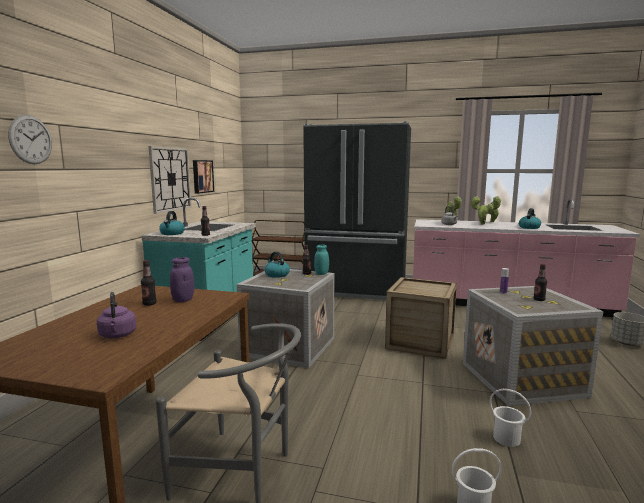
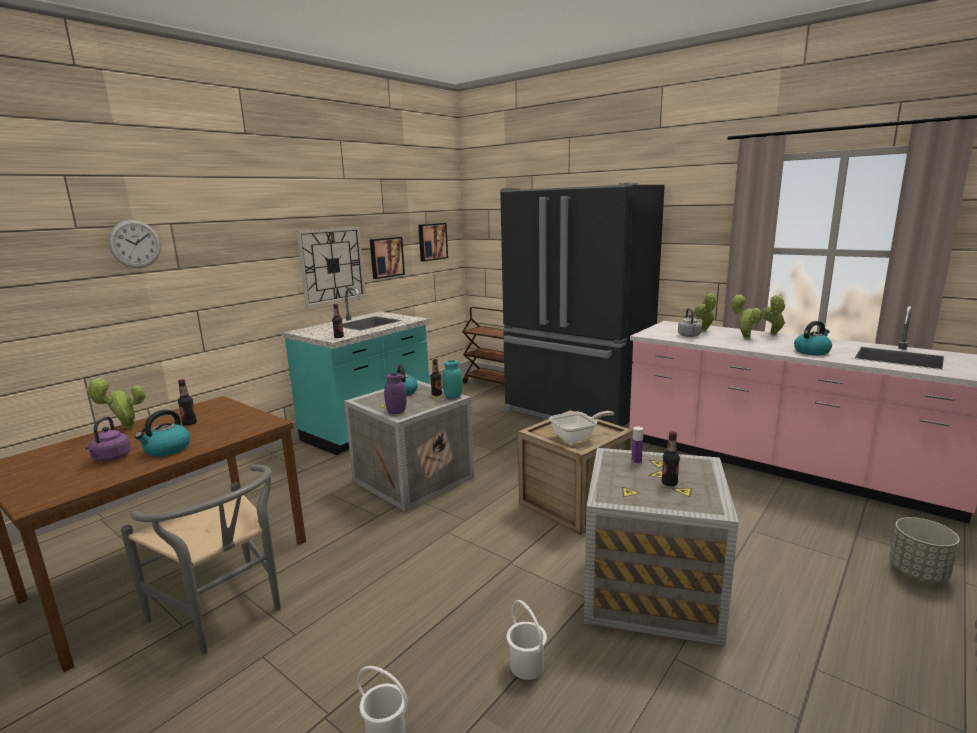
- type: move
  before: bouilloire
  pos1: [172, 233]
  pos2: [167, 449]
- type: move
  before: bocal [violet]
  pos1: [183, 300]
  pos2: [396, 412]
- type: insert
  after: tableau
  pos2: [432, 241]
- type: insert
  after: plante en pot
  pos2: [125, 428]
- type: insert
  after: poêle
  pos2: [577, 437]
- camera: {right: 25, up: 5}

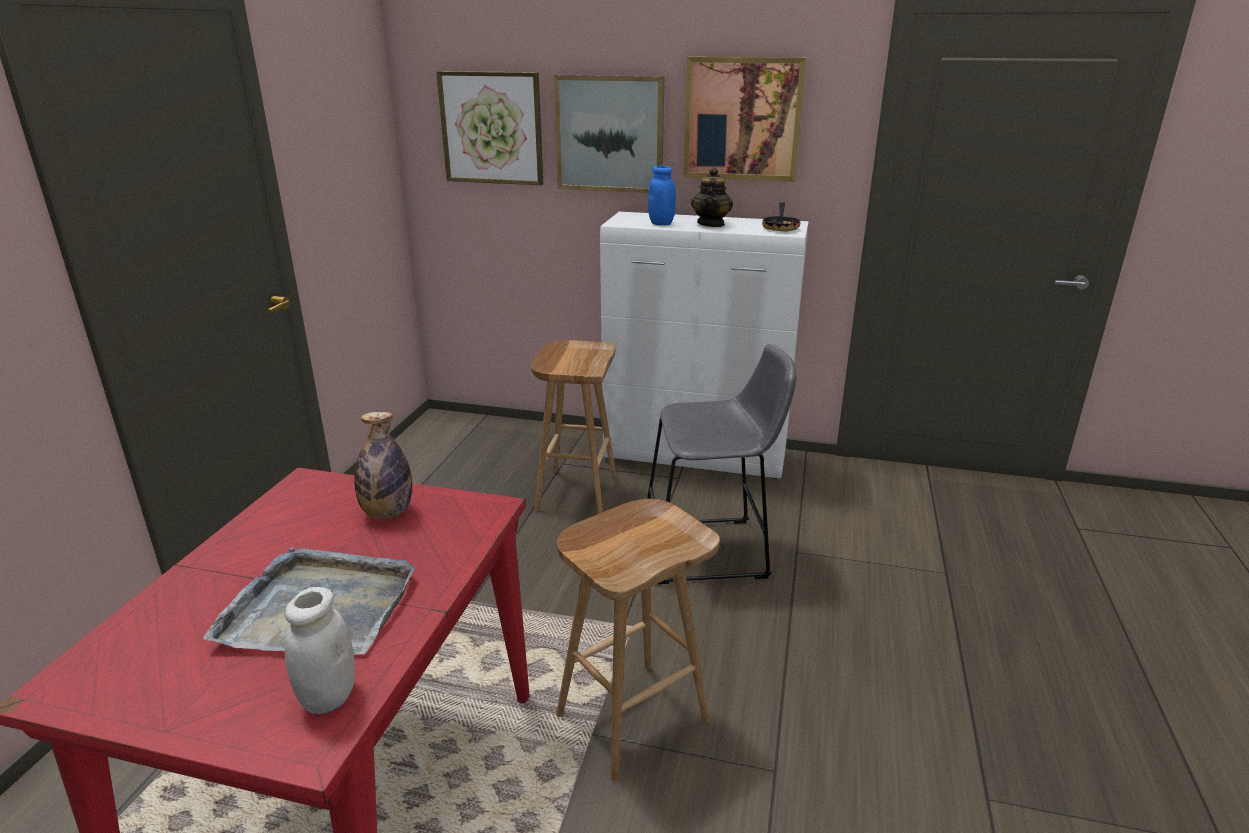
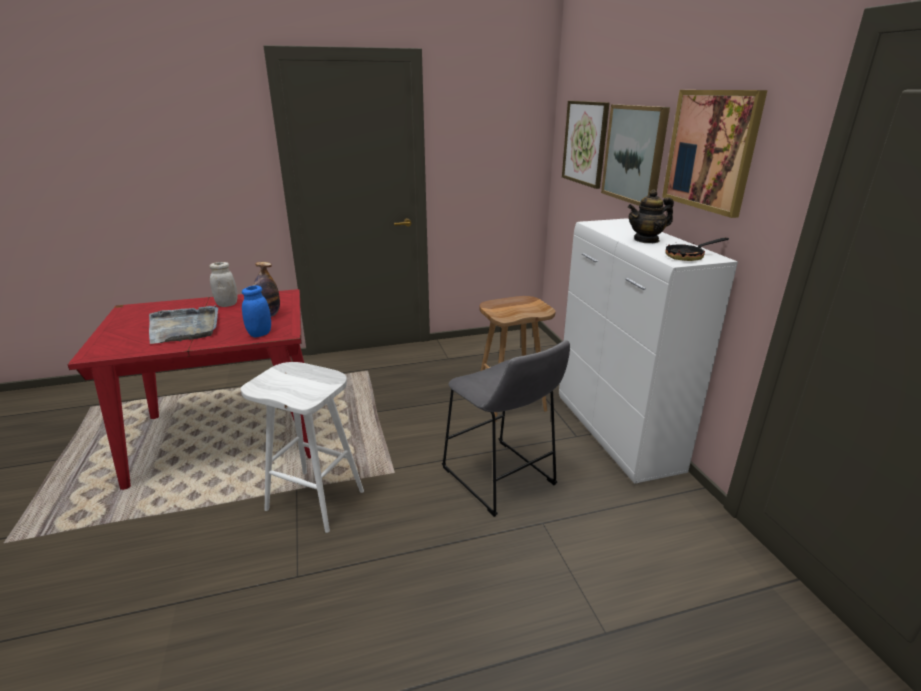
- type: move
  before: bocal [bleu]
  pos1: [661, 223]
  pos2: [260, 334]
- type: recolor
  before: tabouret [marron]
  after: tabouret [blanc]
  pos1: [633, 716]
  pos2: [317, 500]
- type: move
  before: bocal [blanc]
  pos1: [328, 697]
  pos2: [227, 304]
- camera: {right: 60, up: 0}

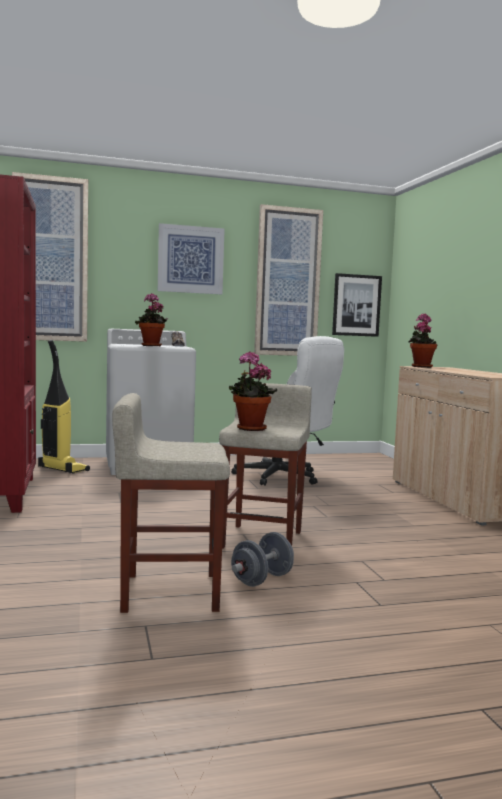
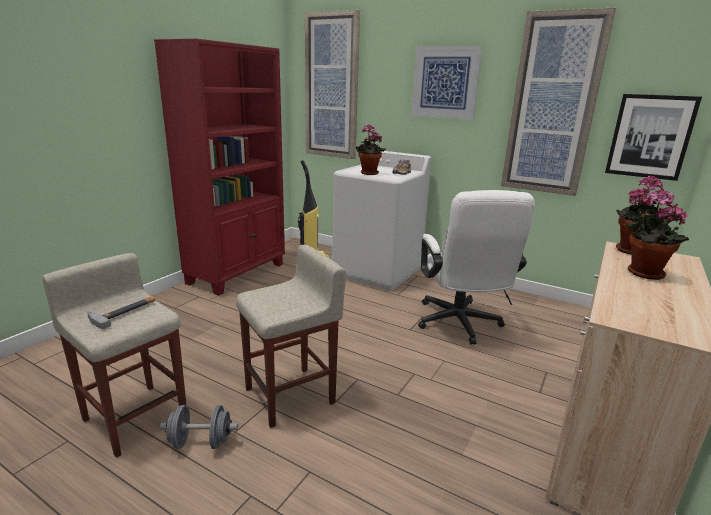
- type: move
  before: plante en pot
  pos1: [249, 429]
  pos2: [642, 273]
- type: insert
  after: marteau
  pos2: [124, 312]
- camera: {right: 45, up: 15}

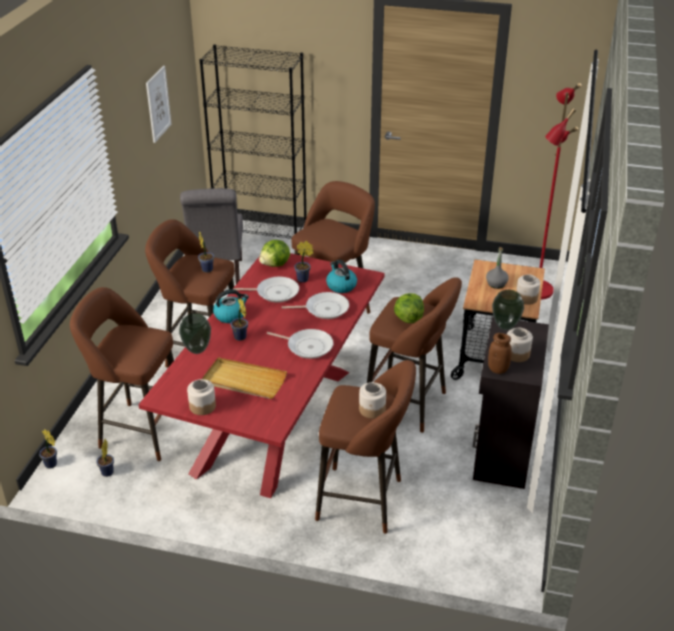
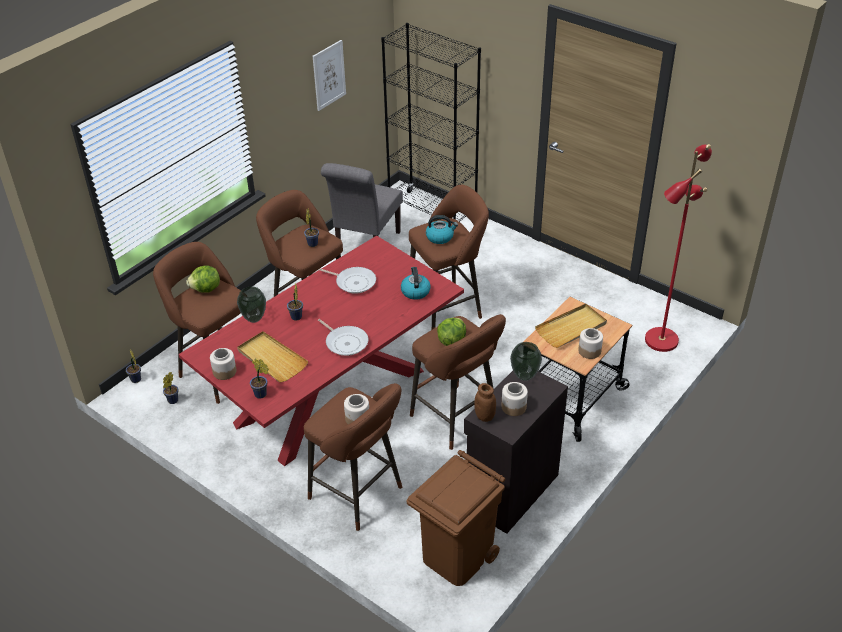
- type: move
  before: laitue
  pos1: [275, 265]
  pos2: [206, 289]
- type: move
  before: plante en pot
  pos1: [304, 279]
  pos2: [262, 395]
- type: replace
  before: bouteille [gris]
  after: plateau [beige]
  pos1: [496, 284]
  pos2: [571, 328]
- type: move
  before: bouilloire
  pos1: [230, 315]
  pos2: [440, 237]
- type: delete
  before: poêle
  pos1: [324, 309]
- type: insert
  after: poubelle [marron]
  pos2: [457, 557]
- camera: {right: 25, up: 5}

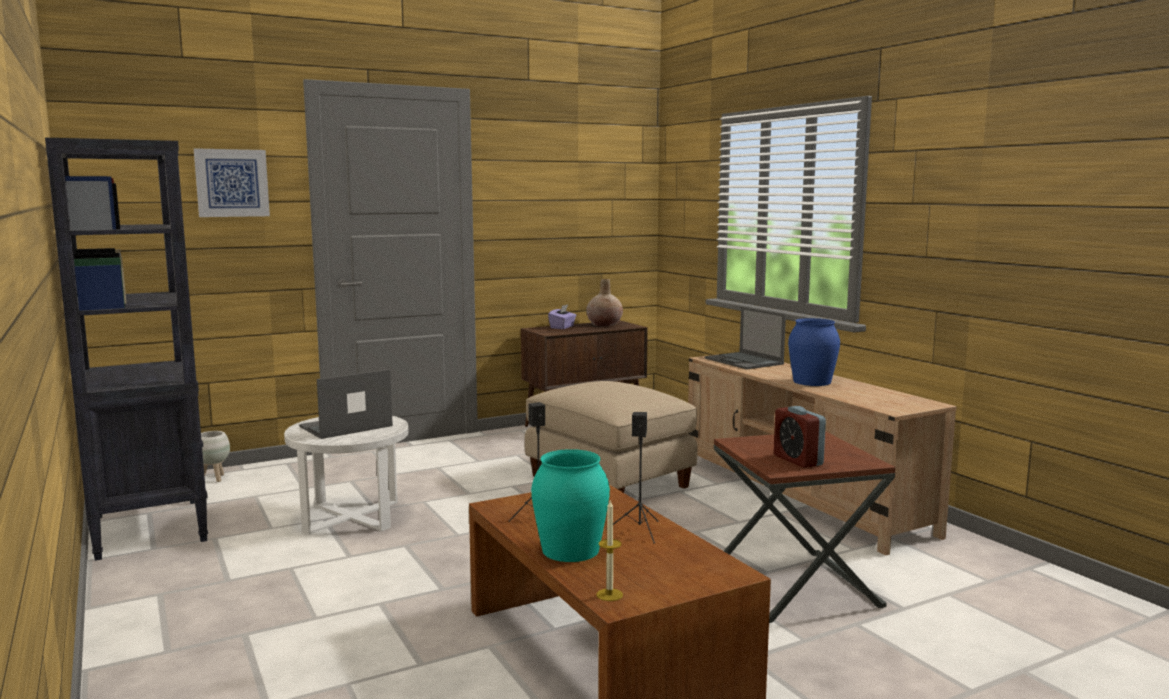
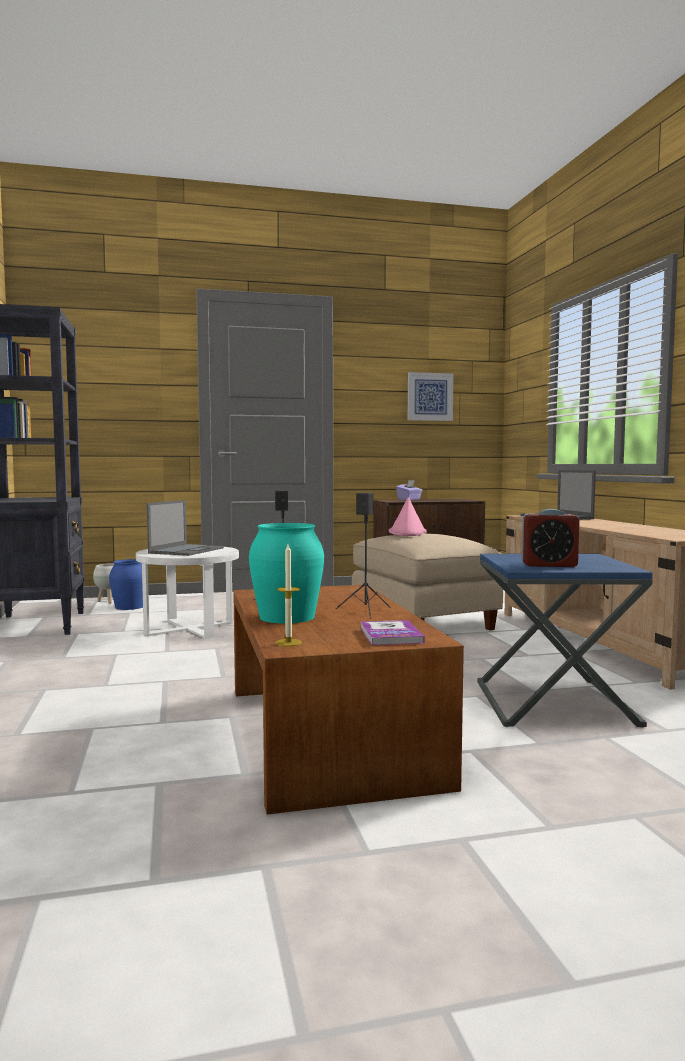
- type: move
  before: tableau
  pos1: [232, 183]
  pos2: [429, 397]
- type: delete
  before: vase [beige]
  pos1: [604, 324]
- type: move
  before: vase [bleu]
  pos1: [812, 381]
  pos2: [130, 607]
- type: rotate
  before: ordinateur portable
  pos1: [345, 426]
  pos2: [187, 550]
  turn: 135
- type: rotate
  before: réveil
  pos1: [798, 460]
  pos2: [549, 565]
  turn: -75
- type: recolor
  before: table d'appoint [marron]
  after: table d'appoint [bleu]
  pos1: [793, 587]
  pos2: [554, 703]
- type: insert
  after: chapeau [rose]
  pos2: [407, 533]
- type: insert
  after: livre
  pos2: [390, 635]
- camera: {right: 15, up: -5}

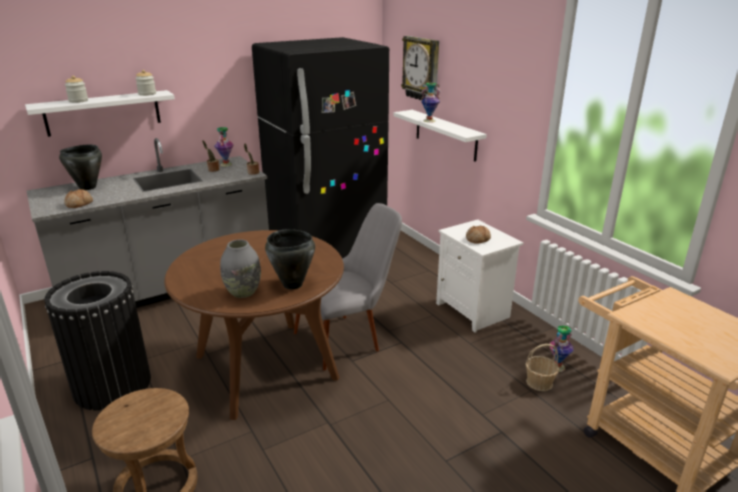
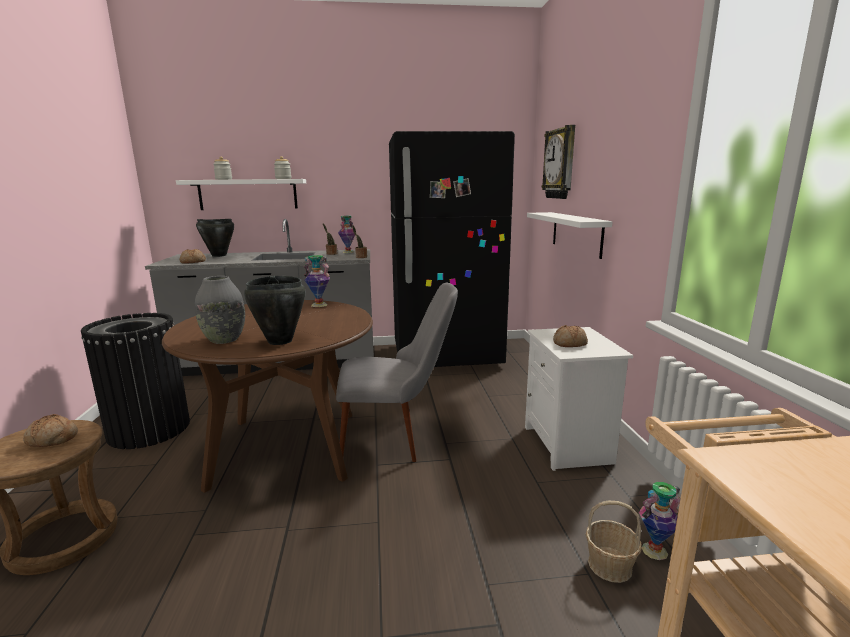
- type: move
  before: vase
  pos1: [429, 121]
  pos2: [319, 305]
- type: insert
  after: pain
  pos2: [52, 439]
- camera: {right: 25, up: -10}

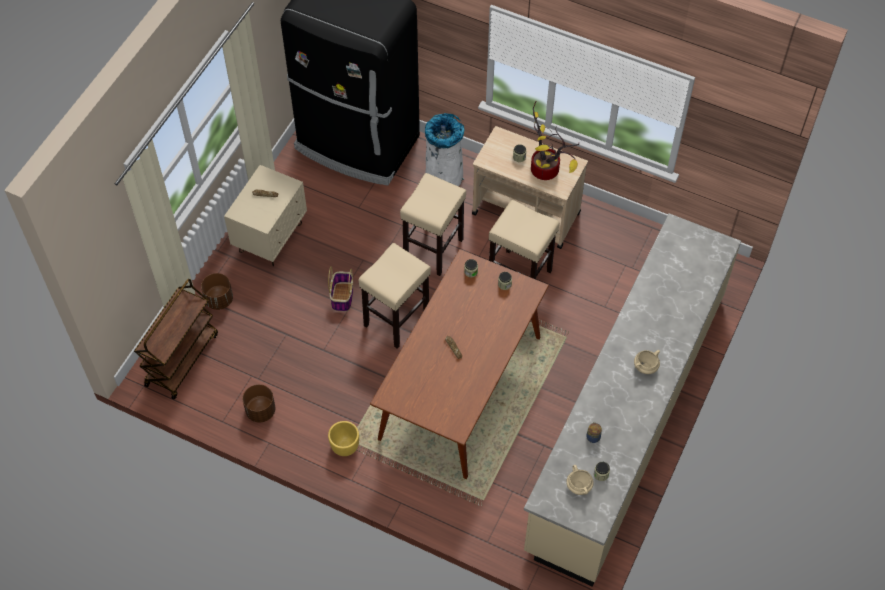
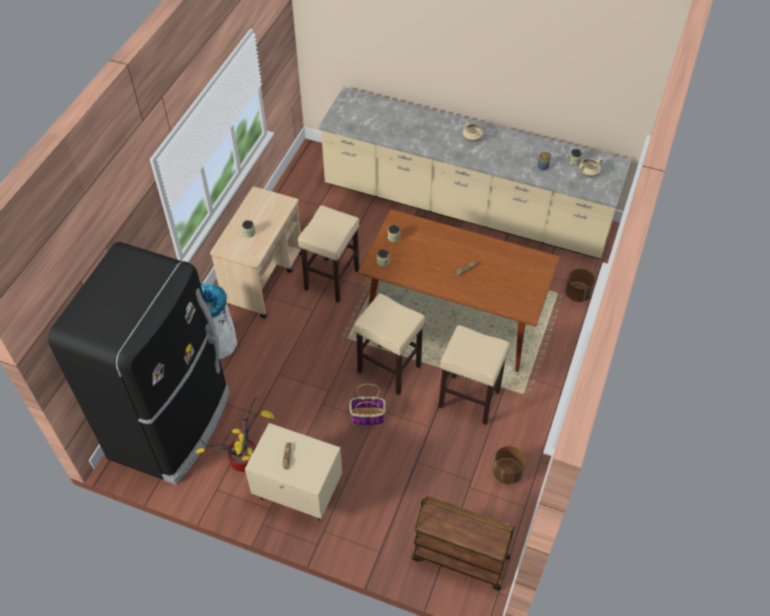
- type: move
  before: plante en pot
  pos1: [547, 170]
  pos2: [244, 457]
- type: move
  before: tabouret [beige]
  pos1: [433, 249]
  pos2: [468, 399]
- type: move
  before: cache-pot [marron]
  pos1: [219, 300]
  pos2: [577, 294]
- type: delete
  before: cache-pot [jaune]
  pos1: [344, 446]
- camera: {right: -95, up: -5}

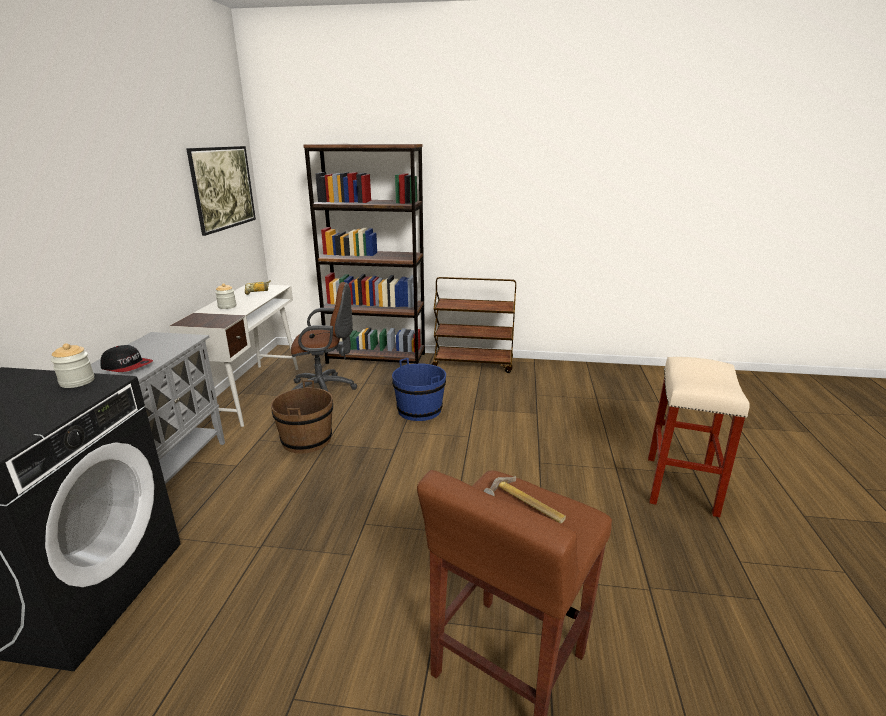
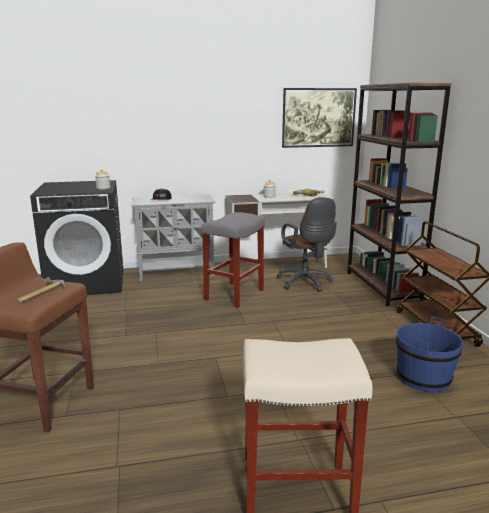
- type: move
  before: seau [bleu]
  pos1: [419, 410]
  pos2: [423, 378]
- type: replace
  before: seau [marron]
  after: tabouret [gris]
  pos1: [306, 440]
  pos2: [234, 294]
- camera: {right: 70, up: -5}

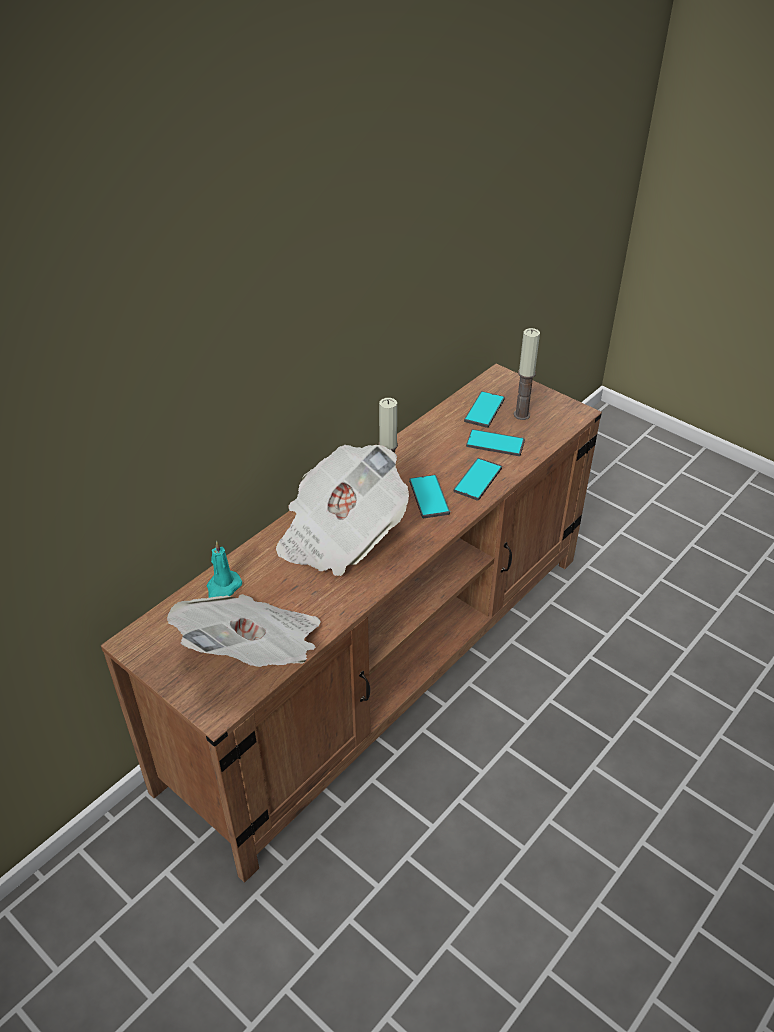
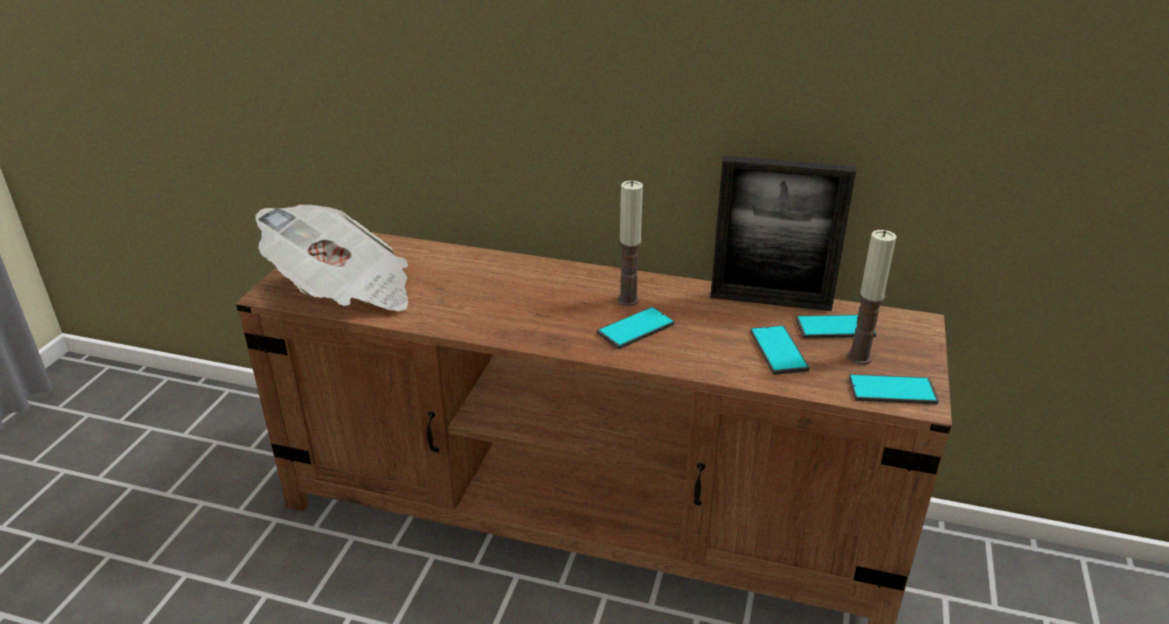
- type: delete
  before: journal
  pos1: [340, 535]
- type: move
  before: téléphone
  pos1: [477, 479]
  pos2: [892, 390]
- type: delete
  before: bougie [turquoise]
  pos1: [223, 587]
- type: insert
  after: cadre photo
  pos2: [770, 301]
- camera: {right: 65, up: -10}

